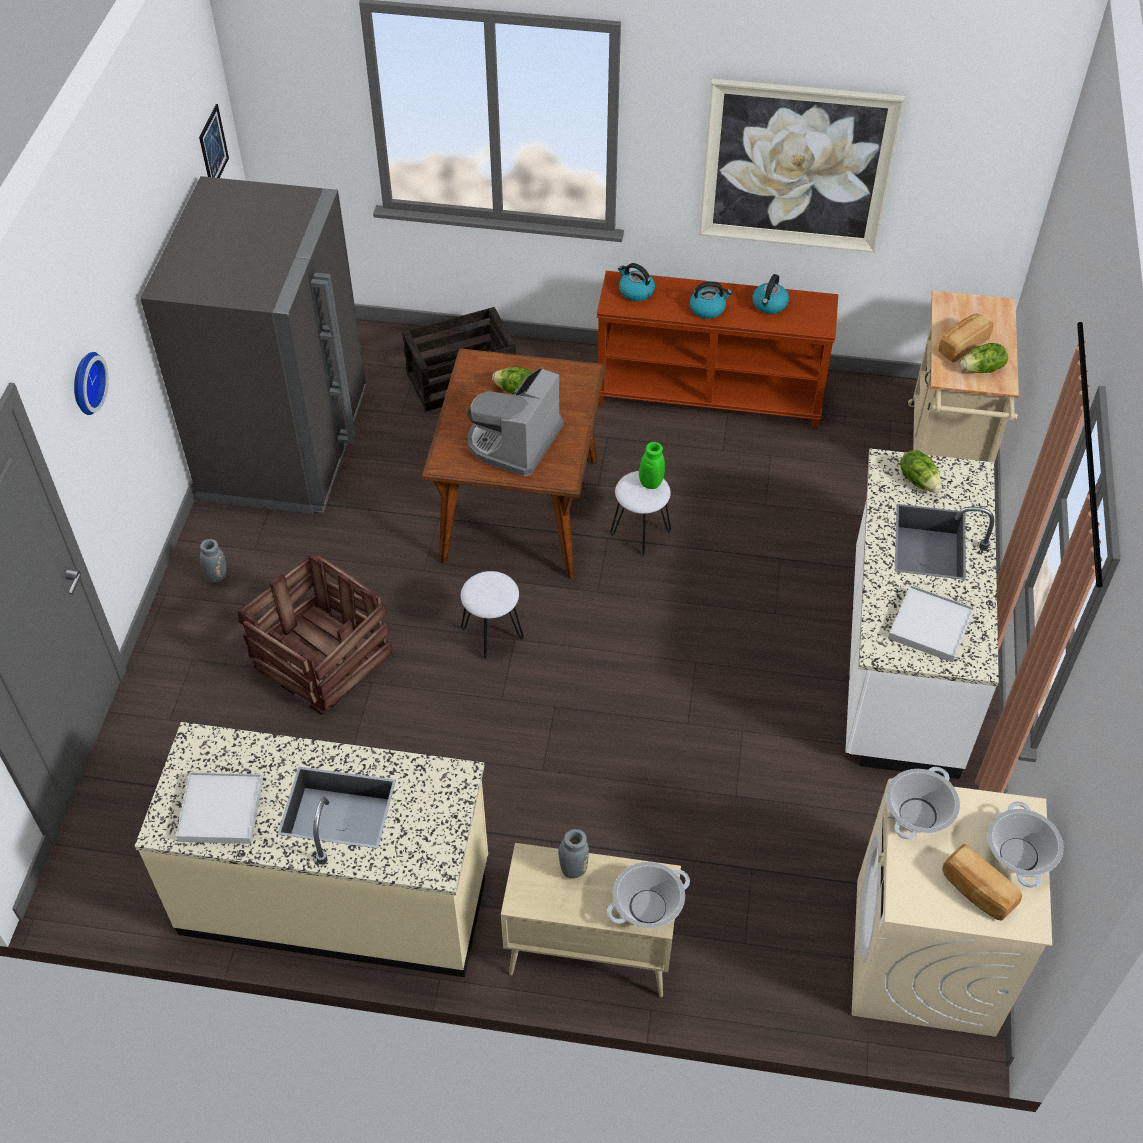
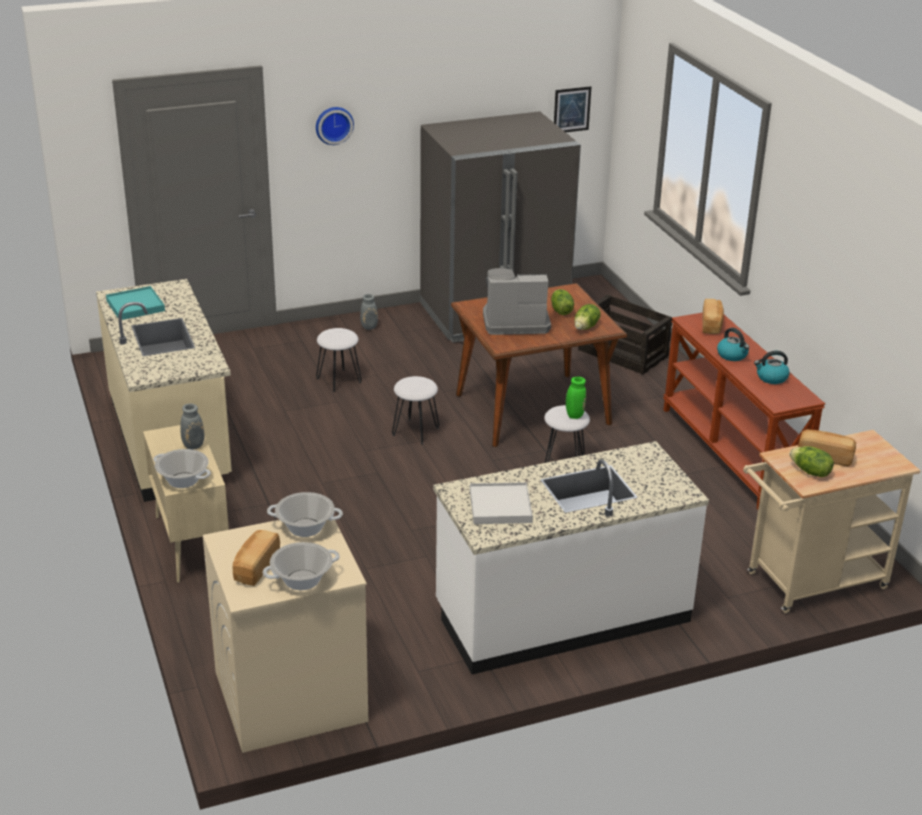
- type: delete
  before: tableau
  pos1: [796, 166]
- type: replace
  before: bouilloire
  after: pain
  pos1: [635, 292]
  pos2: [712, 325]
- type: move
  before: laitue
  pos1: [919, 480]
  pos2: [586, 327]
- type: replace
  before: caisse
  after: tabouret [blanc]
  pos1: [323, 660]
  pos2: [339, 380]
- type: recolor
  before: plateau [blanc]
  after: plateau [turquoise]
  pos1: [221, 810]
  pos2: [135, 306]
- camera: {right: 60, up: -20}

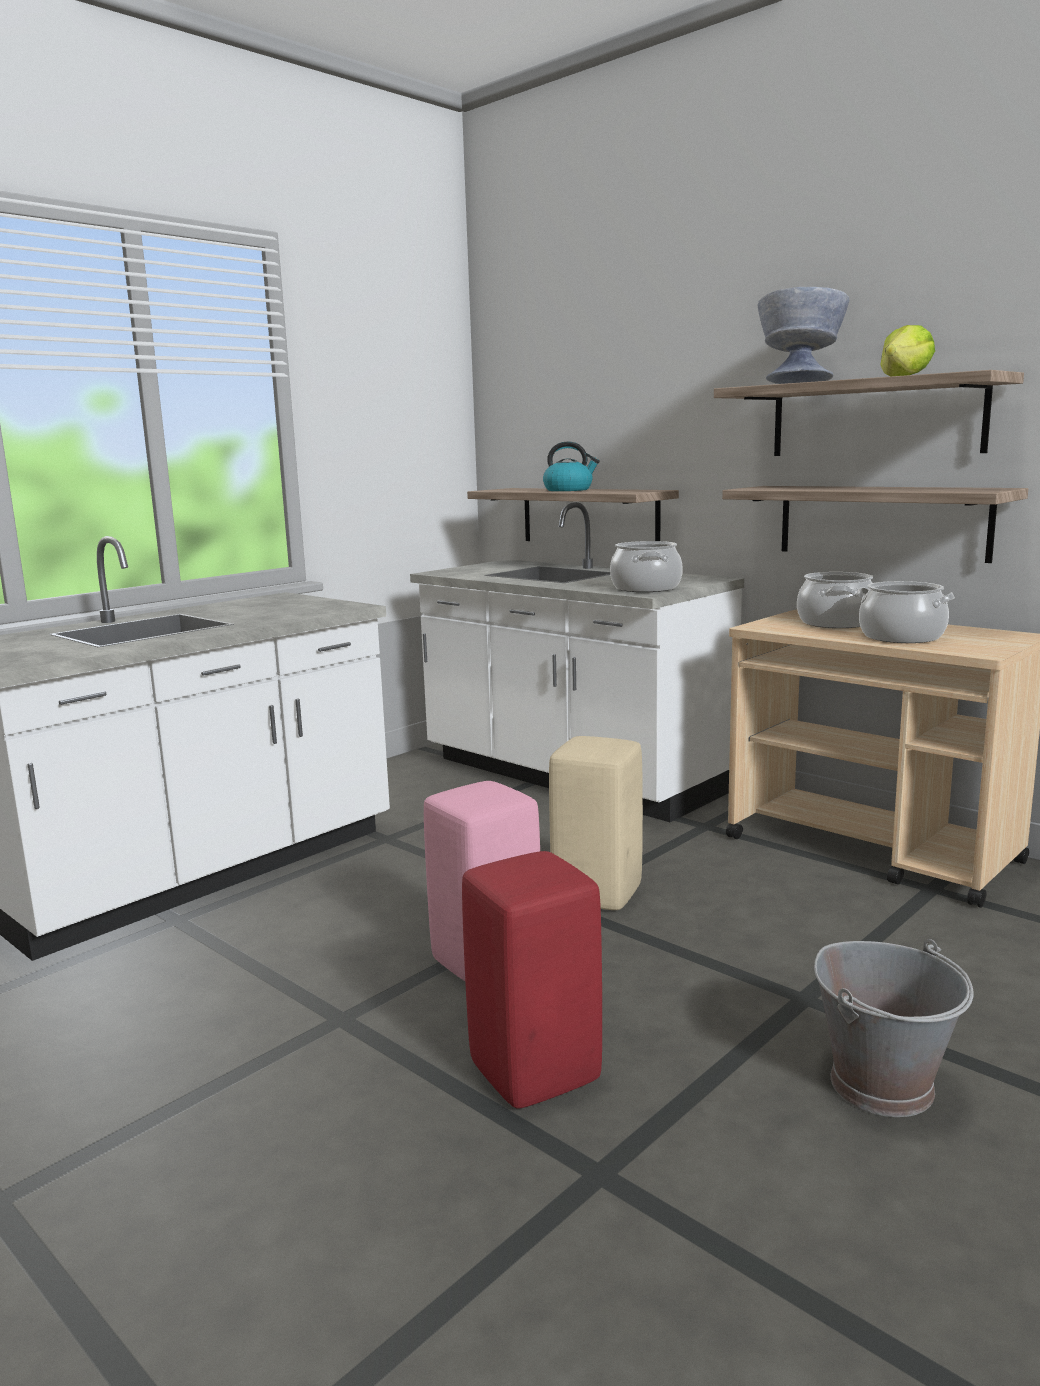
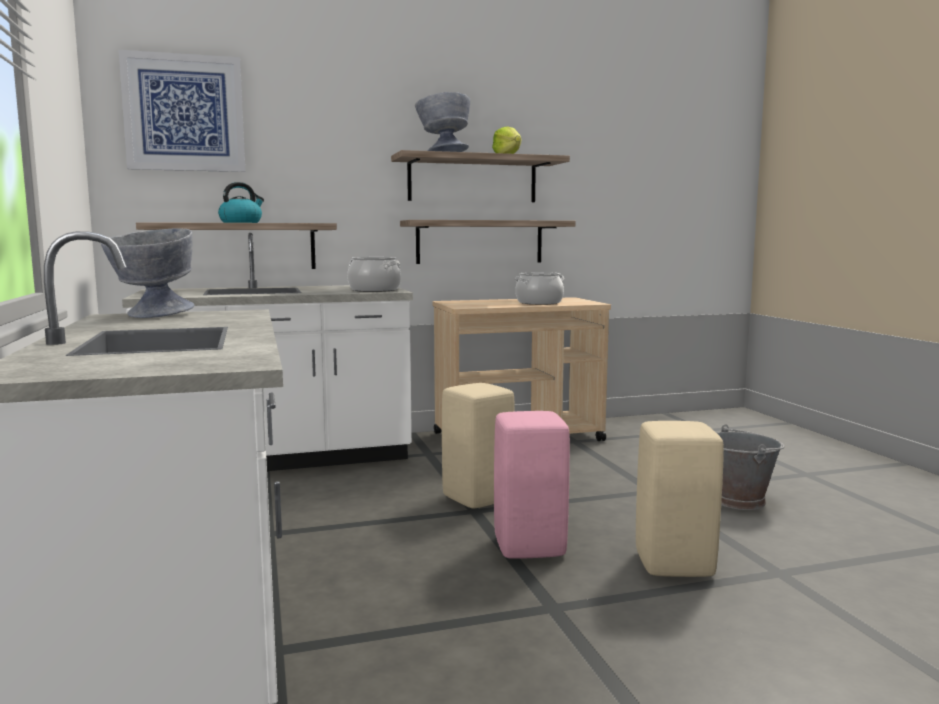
- type: delete
  before: marmite
  pos1: [836, 623]
- type: recolor
  before: tabouret [rouge]
  after: tabouret [beige]
  pos1: [534, 1075]
  pos2: [675, 565]
- type: insert
  after: tableau
  pos2: [184, 113]
- type: insert
  after: bol [gris]
  pos2: [153, 316]
- camera: {right: -60, up: -5}

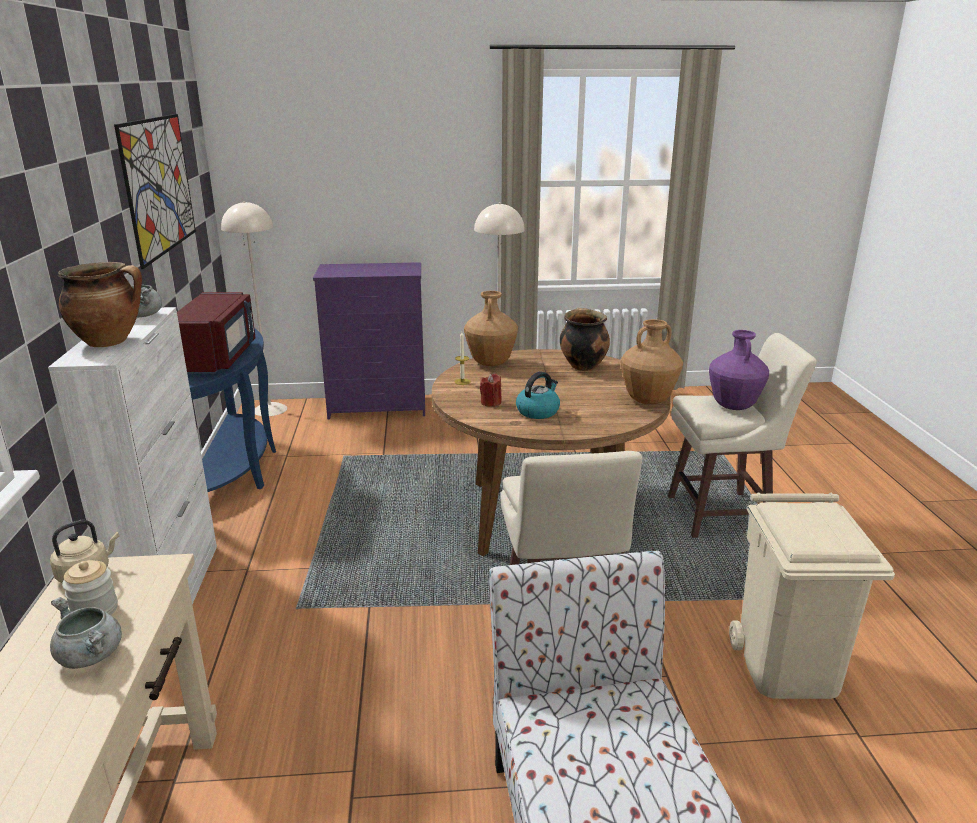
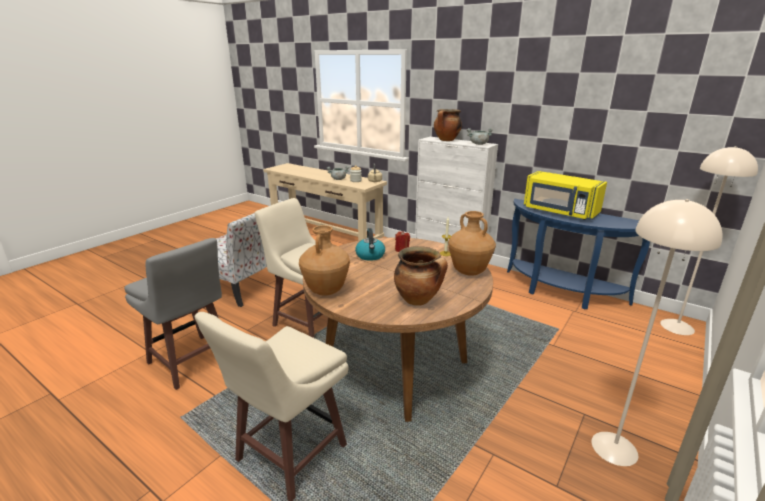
- type: delete
  before: tableau
  pos1: [159, 185]
- type: delete
  before: commode [violet]
  pos1: [378, 407]
- type: recolor
  before: micro-ondes [rouge]
  after: micro-ondes [jaune]
  pos1: [217, 358]
  pos2: [559, 212]
- type: delete
  before: vase [violet]
  pos1: [733, 407]
- type: replace
  before: poubelle [beige]
  after: tabouret [gris]
  pos1: [788, 667]
  pos2: [191, 362]
- camera: {right: 130, up: 0}

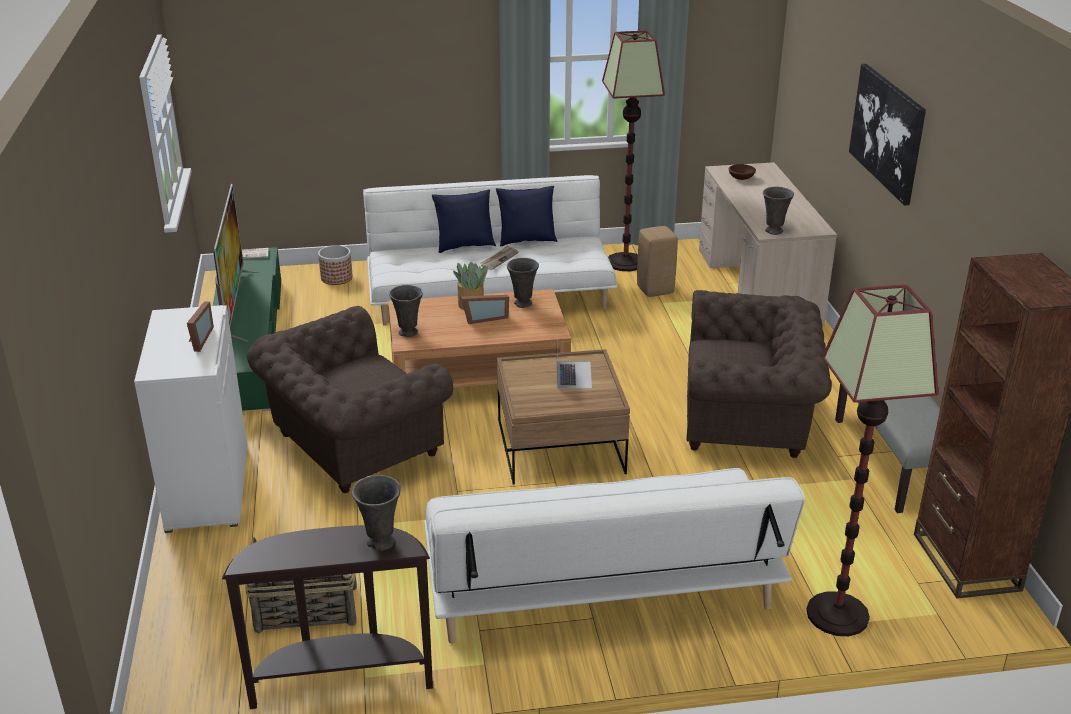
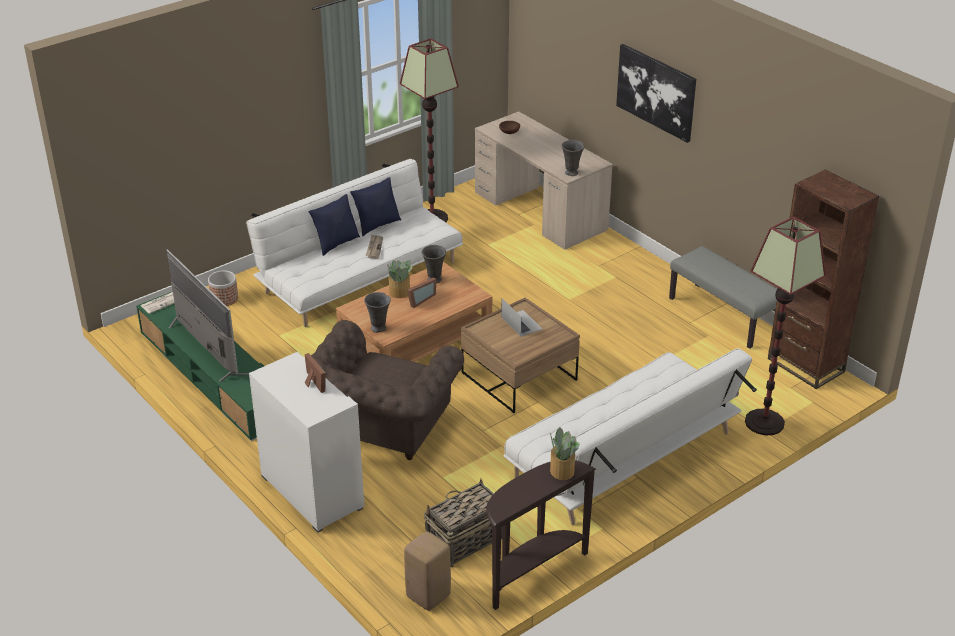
- type: move
  before: tabouret [beige]
  pos1: [654, 290]
  pos2: [427, 596]
- type: delete
  before: fauteuil [marron]
  pos1: [749, 420]
- type: replace
  before: vase [gris]
  after: plante en pot
  pos1: [381, 542]
  pos2: [562, 470]
- camera: {right: -30, up: 5}

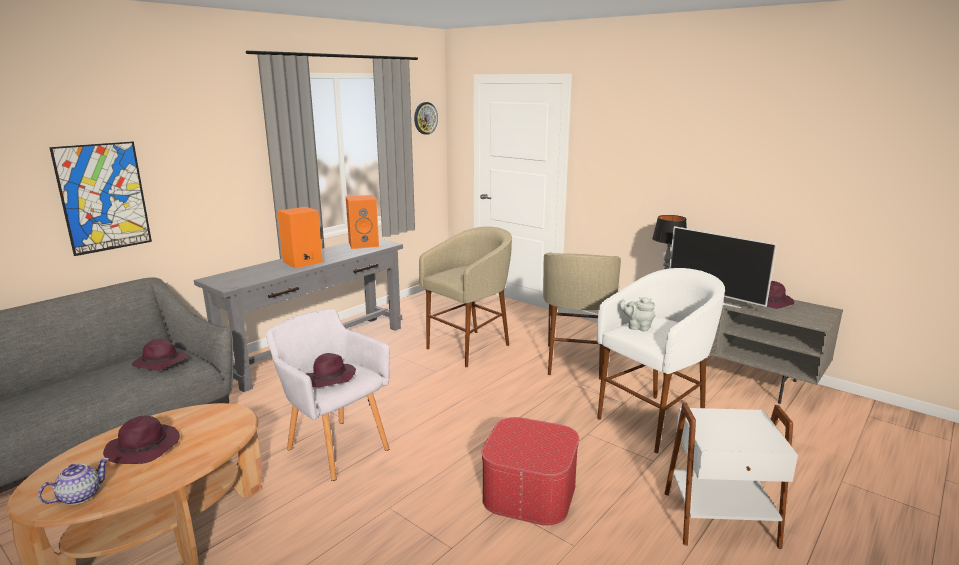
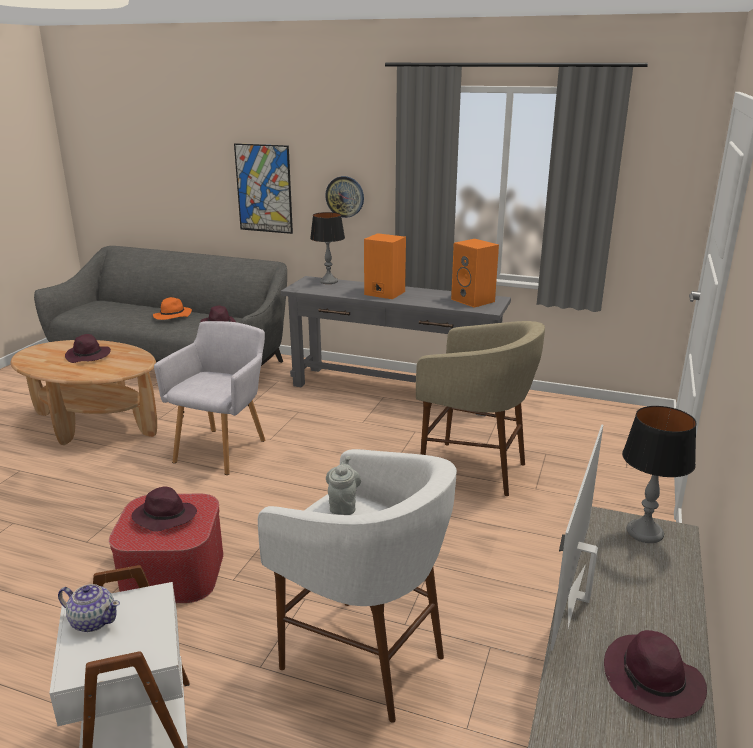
- type: move
  before: horloge murale
  pos1: [425, 118]
  pos2: [345, 196]
- type: delete
  before: tabouret [beige]
  pos1: [575, 362]
- type: move
  before: chapeau [violet]
  pos1: [329, 379]
  pos2: [164, 517]
- type: move
  before: théière
  pos1: [79, 496]
  pos2: [93, 621]
- type: insert
  after: lampe de table
  pos2: [329, 281]
- type: insert
  after: chapeau [orange]
  pos2: [172, 316]
- camera: {right: 70, up: 5}

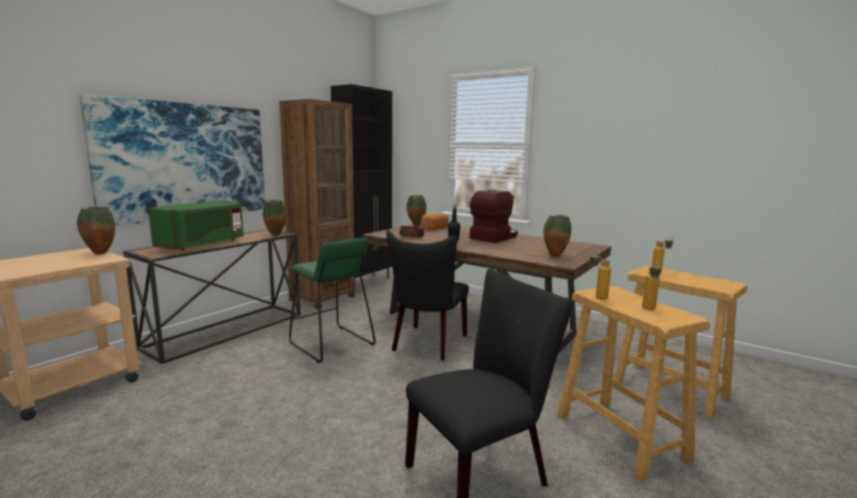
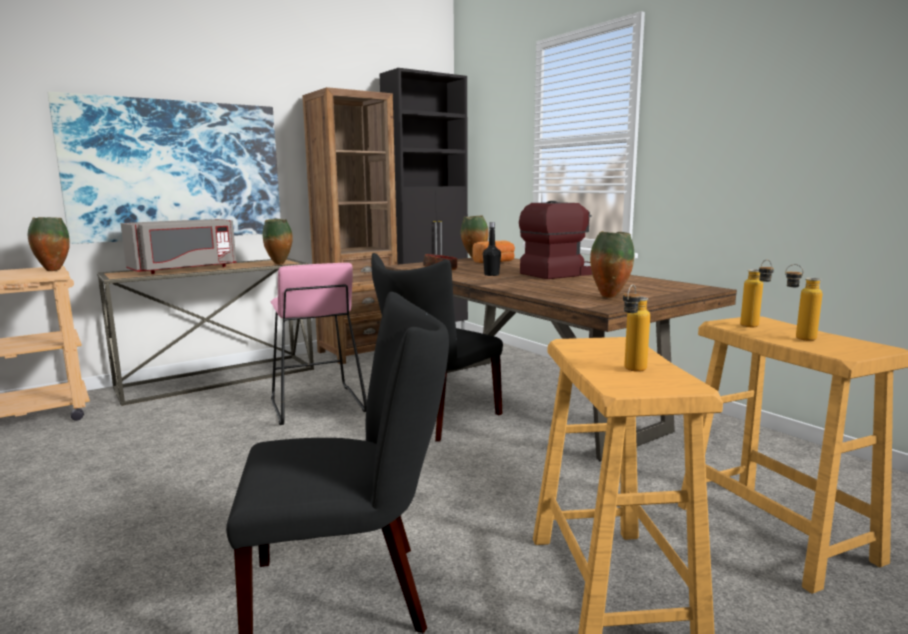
- type: recolor
  before: micro-ondes [vert]
  after: micro-ondes [gris]
  pos1: [202, 244]
  pos2: [184, 269]
- type: recolor
  before: tabouret [vert]
  after: tabouret [rose]
  pos1: [330, 344]
  pos2: [316, 405]
- type: move
  before: bouteille
  pos1: [596, 297]
  pos2: [797, 338]
- camera: {right: 20, up: 0}

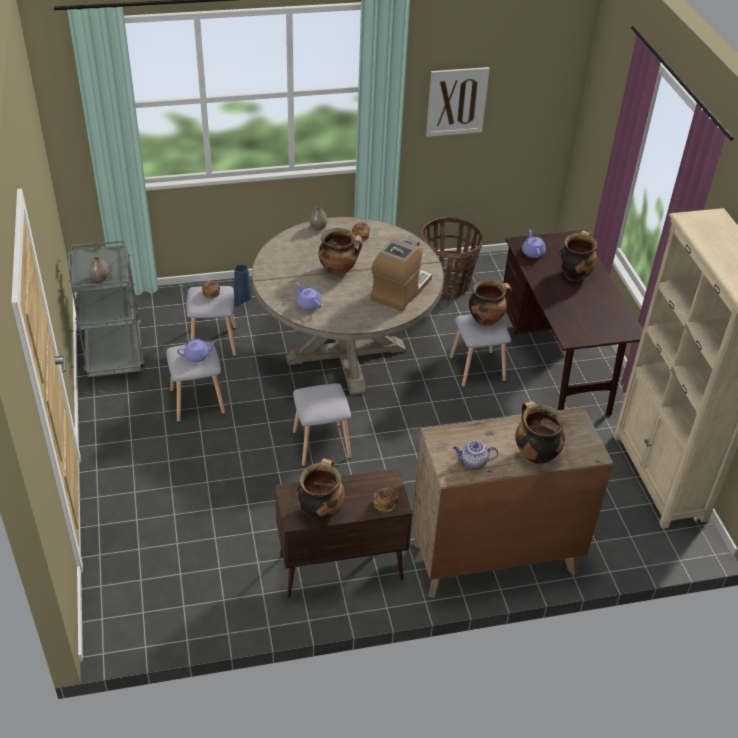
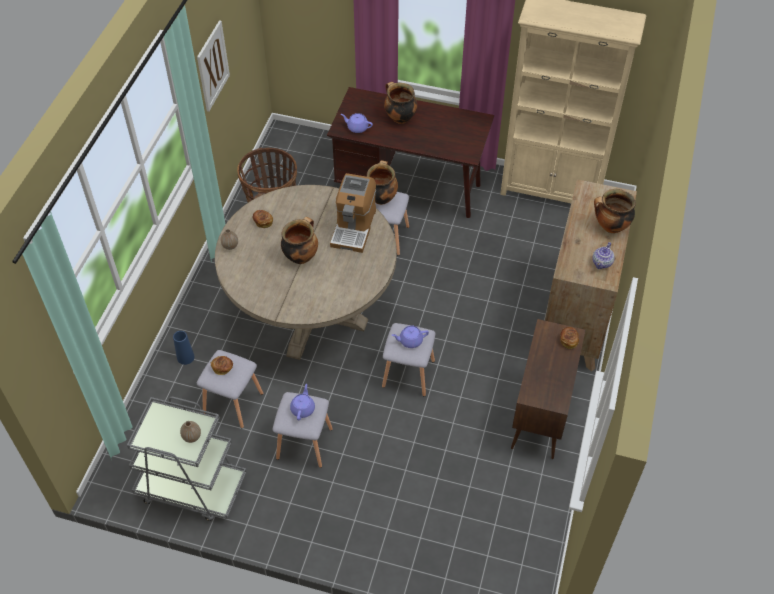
- type: rotate
  before: machine à café
  pos1: [400, 290]
  pos2: [353, 227]
  turn: -135
- type: move
  before: théière [violet]
  pos1: [308, 304]
  pos2: [410, 340]
- type: delete
  before: marmite
  pos1: [320, 511]
- camera: {right: -60, up: 10}

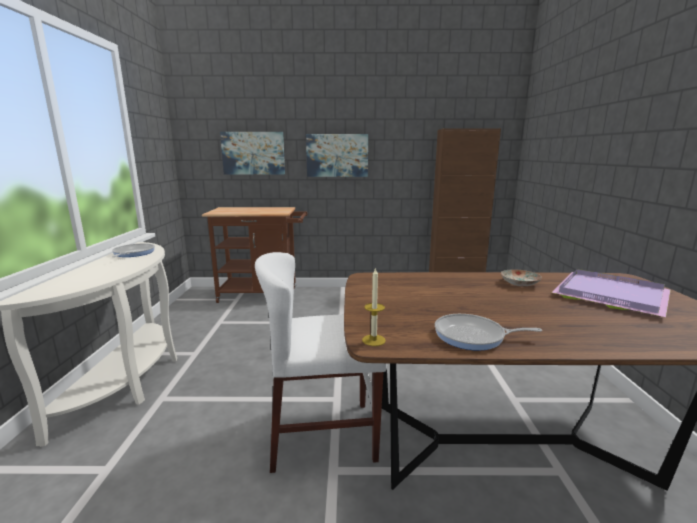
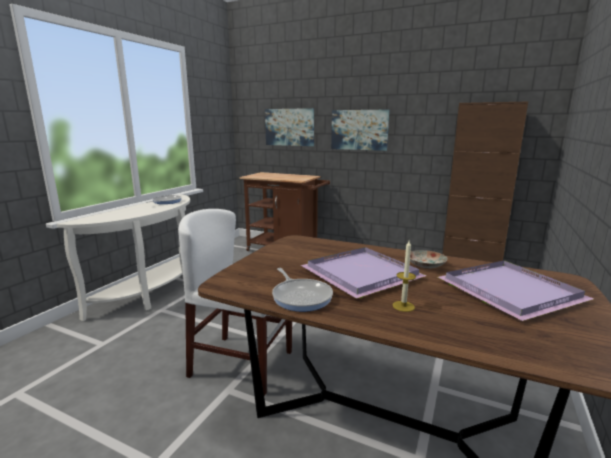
- type: move
  before: bougie
  pos1: [373, 340]
  pos2: [403, 306]
- type: rotate
  before: poêle
  pos1: [473, 336]
  pos2: [301, 297]
  turn: -150
- type: insert
  after: plateau [violet]
  pos2: [361, 275]
- camera: {right: 25, up: 0}

